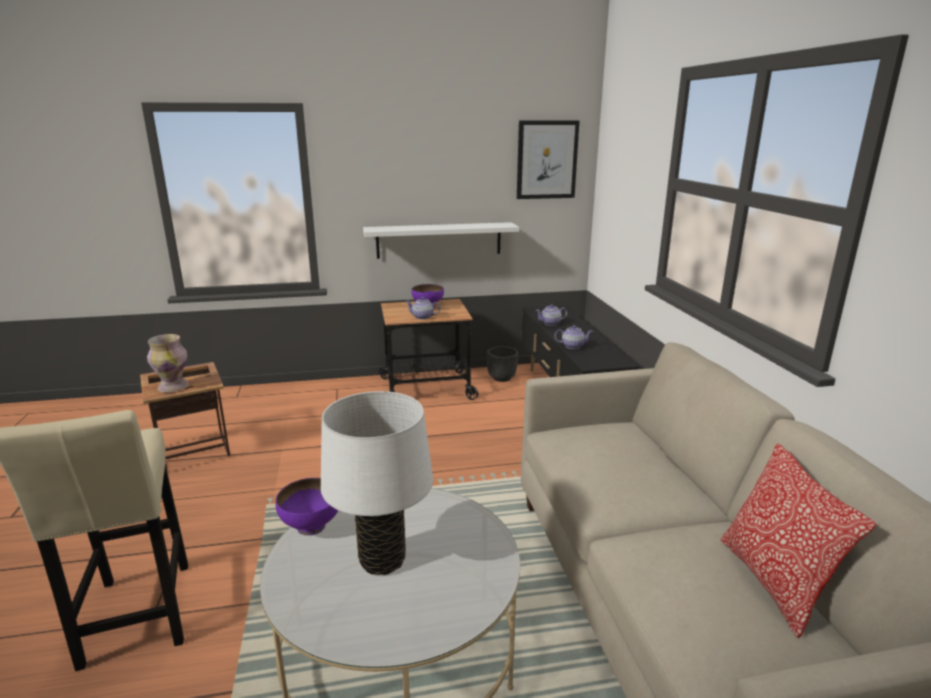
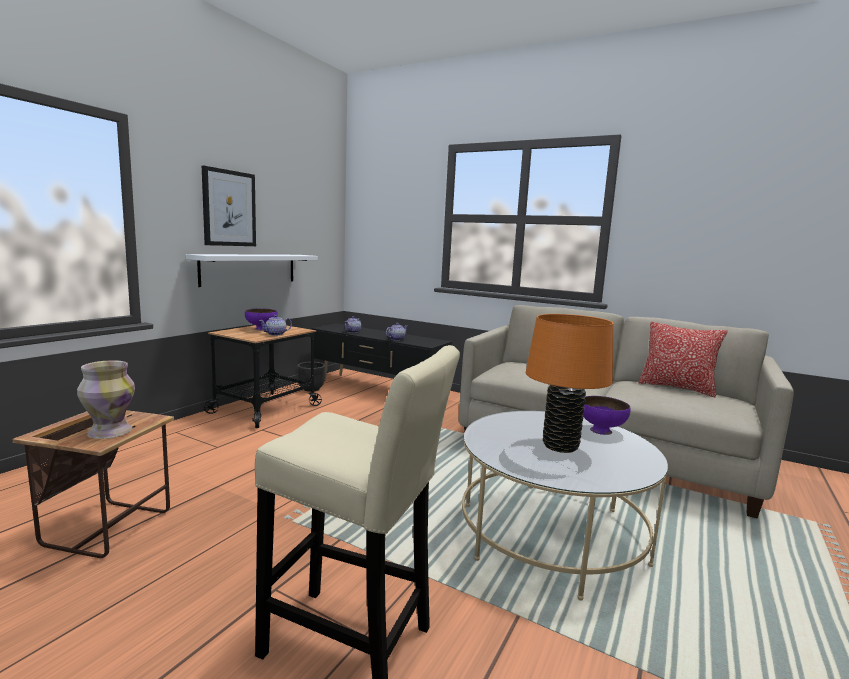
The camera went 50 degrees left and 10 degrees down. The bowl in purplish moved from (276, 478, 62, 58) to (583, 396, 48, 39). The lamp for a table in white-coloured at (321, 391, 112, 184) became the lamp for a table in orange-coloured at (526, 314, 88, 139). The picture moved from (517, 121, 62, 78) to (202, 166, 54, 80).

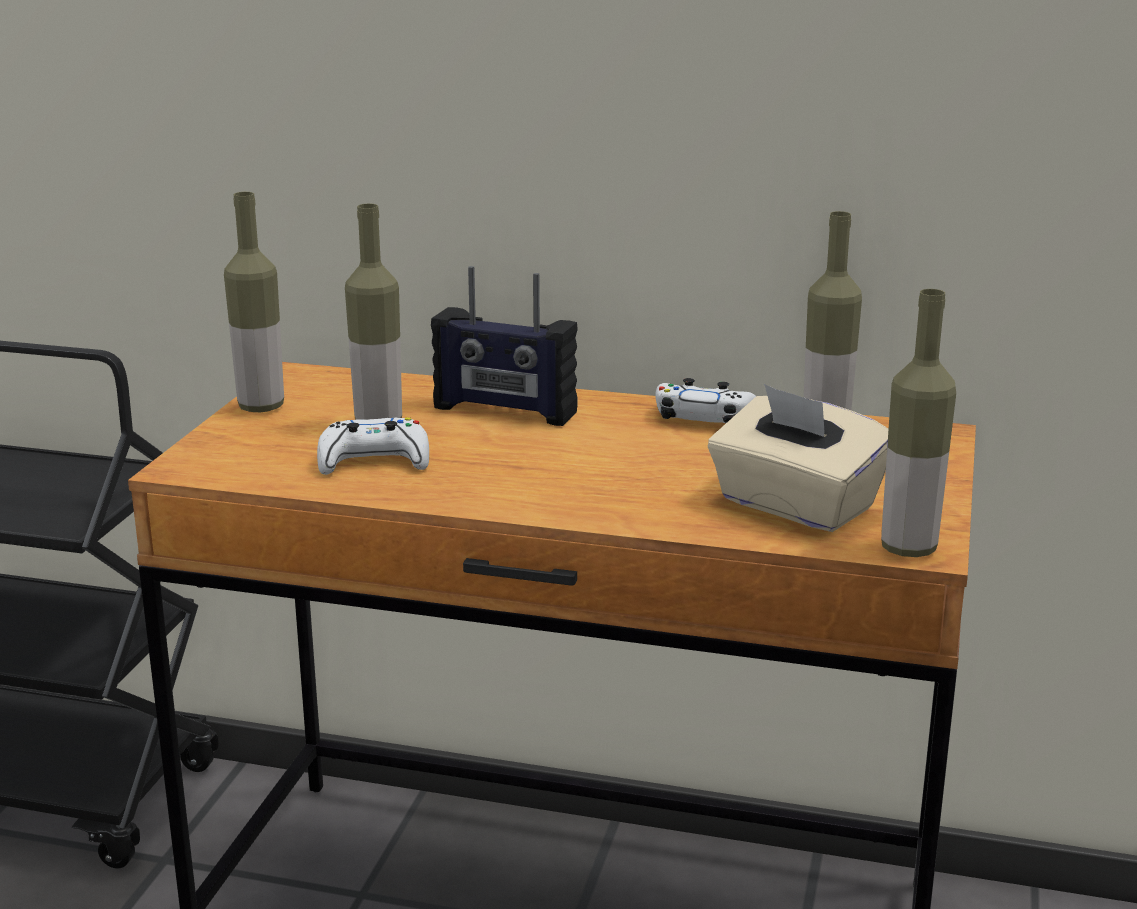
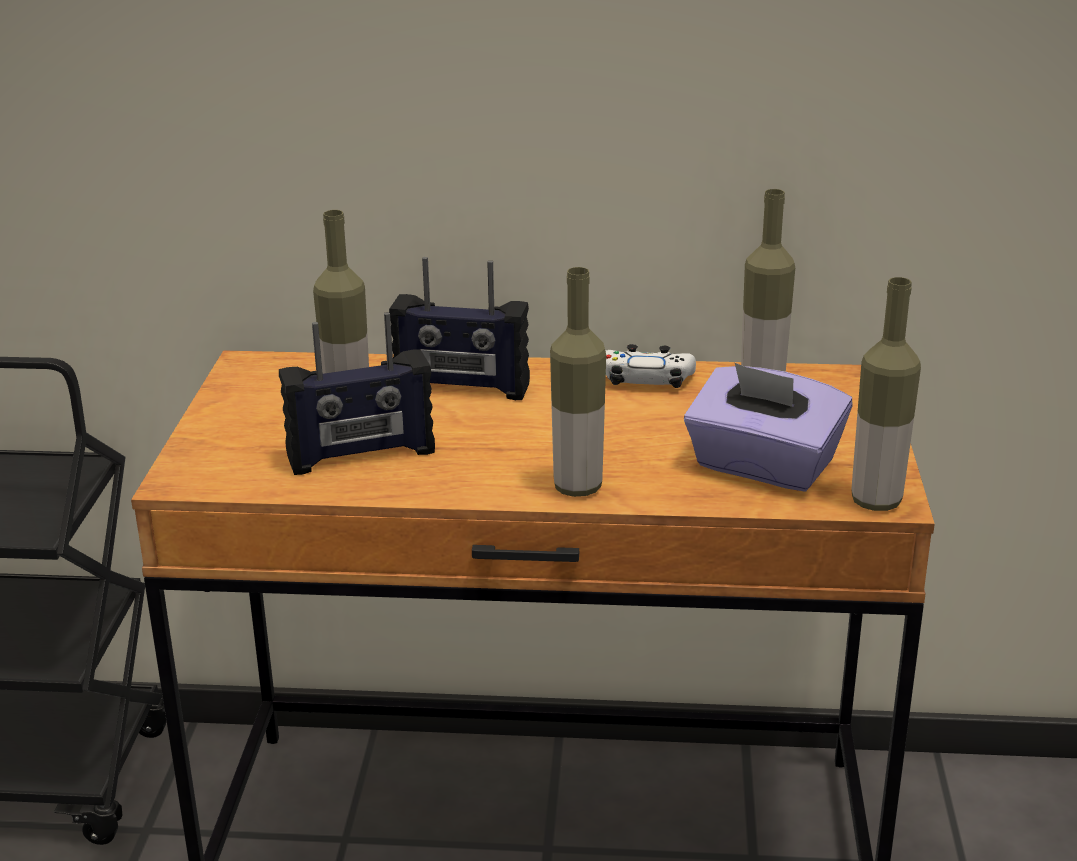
The camera went 10 degrees left and 5 degrees up. The drink bottle moved from (224, 192, 60, 220) to (550, 267, 56, 230). The gamepad in white-coloured at (317, 417, 112, 58) was replaced by the radio at (279, 312, 156, 163). The tissue box in beige at (707, 384, 181, 148) became the tissue box in purplish at (684, 363, 169, 129).

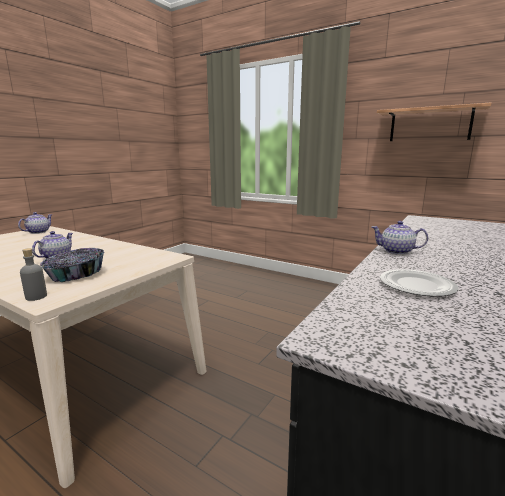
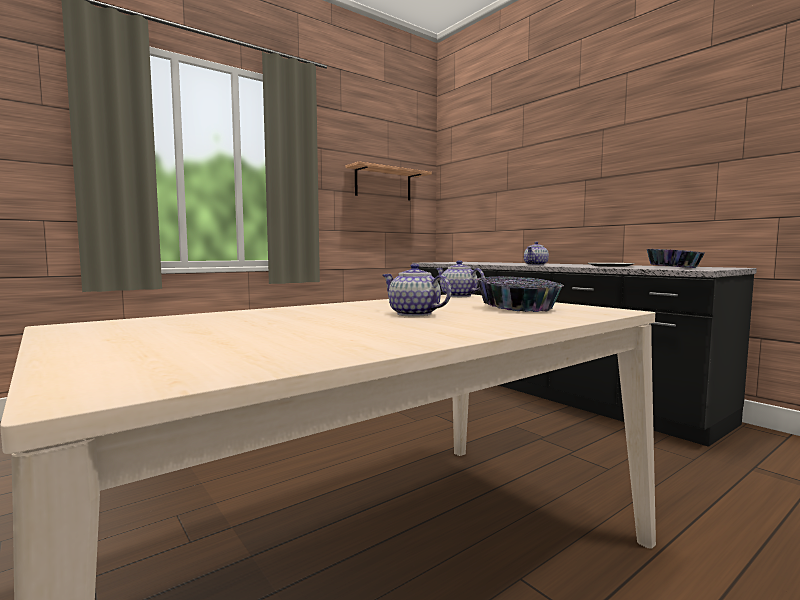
The camera went 70 degrees left and 10 degrees down. The teapot moved from (18, 212, 34, 22) to (436, 260, 49, 37). The drink bottle in greyish at (20, 248, 27, 53) disappeared. The bowl at (646, 249, 59, 19) appeared.

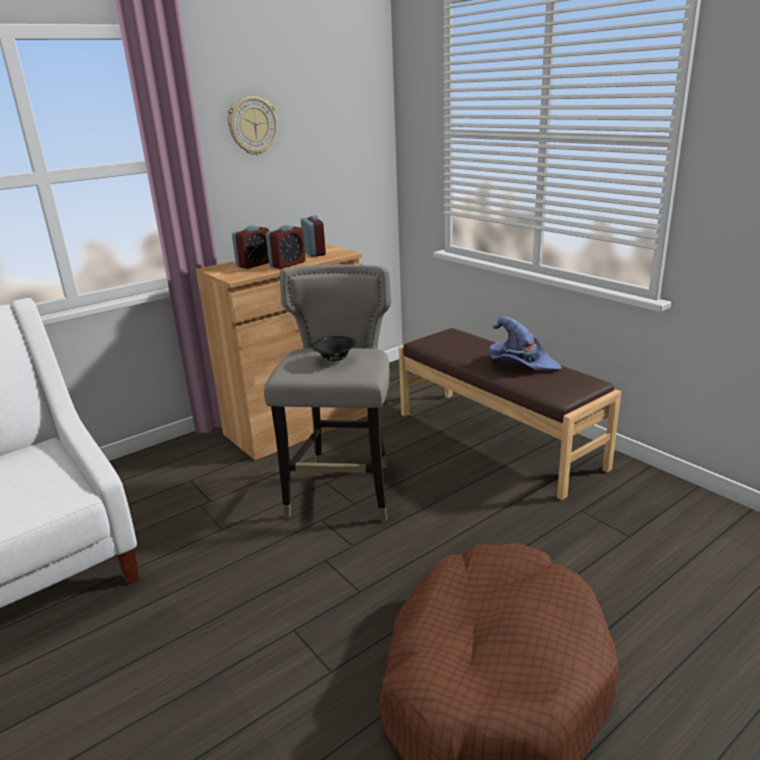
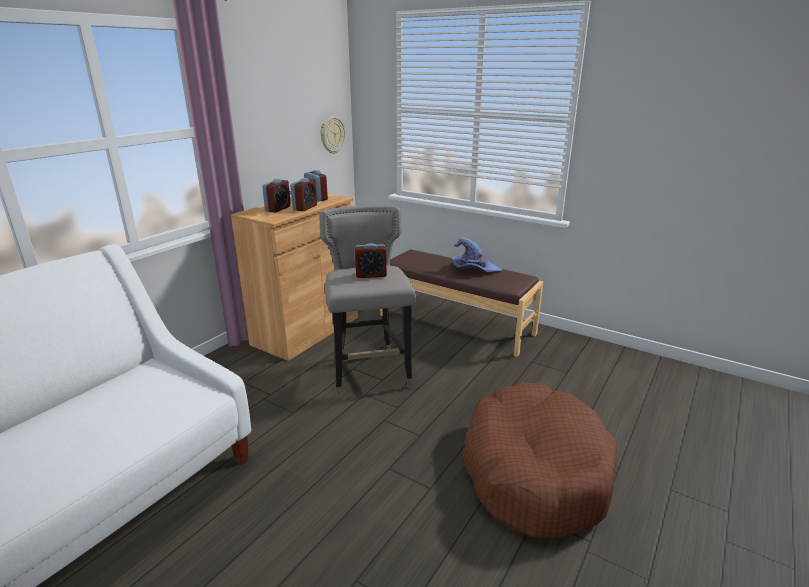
The camera went 20 degrees left and 0 degrees up. The wall clock moved from (227, 96, 51, 59) to (321, 116, 24, 38). The bowl in black at (311, 336, 45, 26) was replaced by the alarm clock at (355, 243, 32, 35).

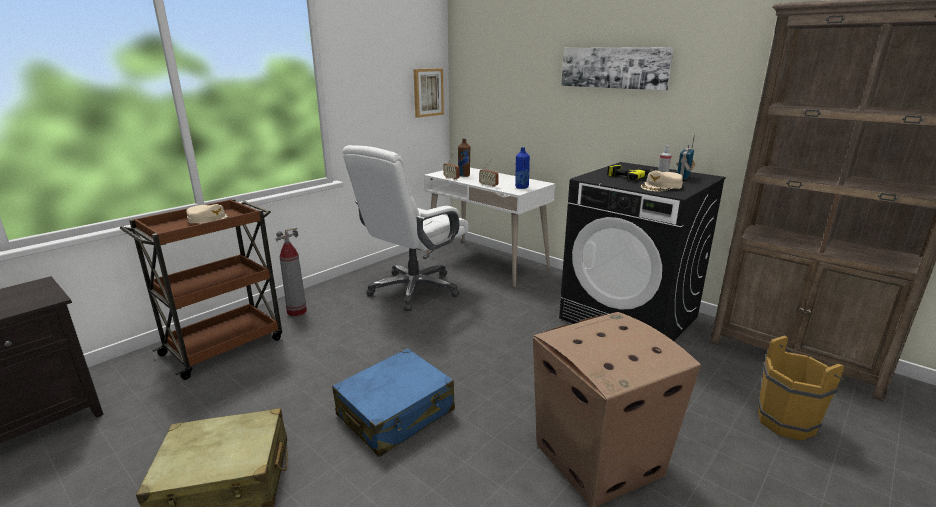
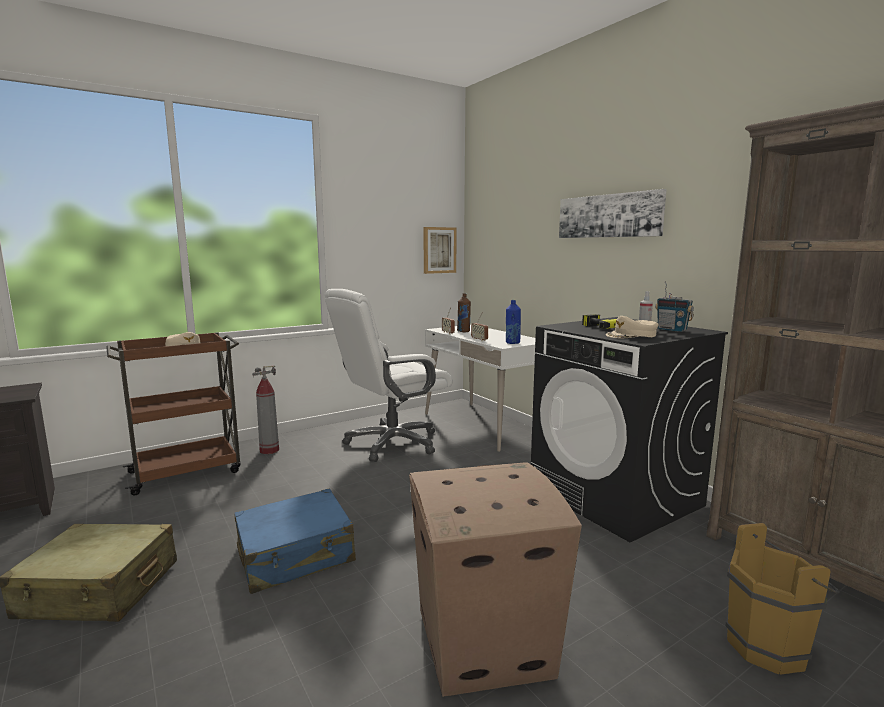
The camera went 15 degrees right and 10 degrees down. The radio at (676, 134, 20, 46) turned 90 degrees counterclockwise.

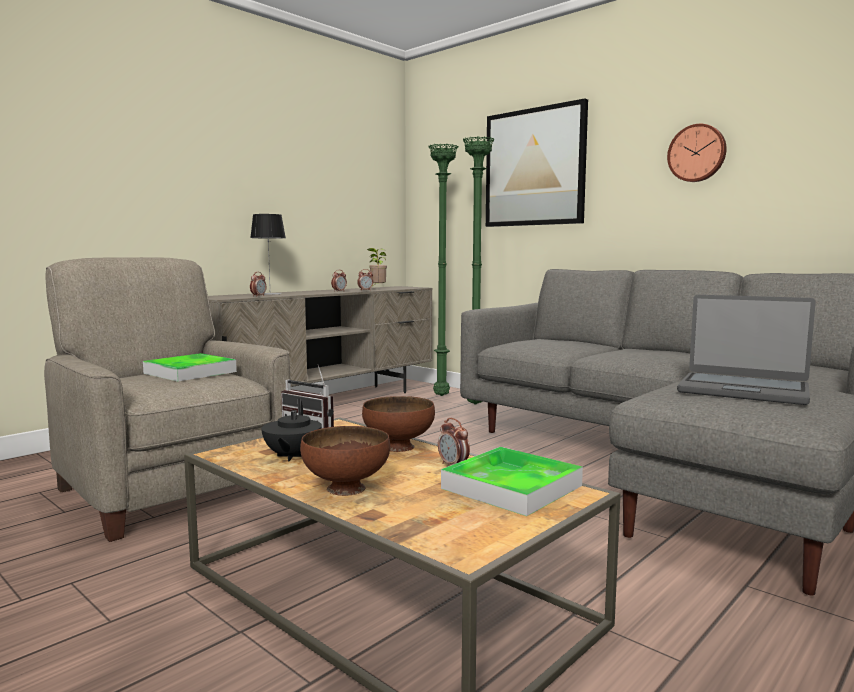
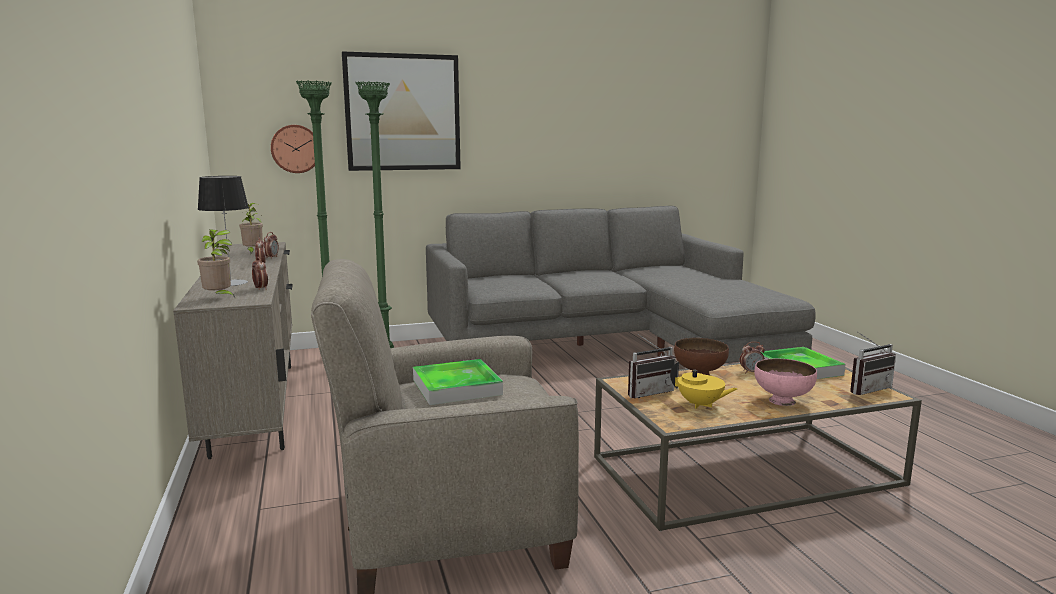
The camera went 60 degrees left and 5 degrees up. The teapot in black at (261, 399, 61, 63) became the teapot in yellow at (670, 362, 68, 47). The bowl in brown at (300, 426, 90, 70) became the bowl in pinkish at (754, 359, 63, 47). The wall clock moved from (667, 124, 59, 58) to (271, 125, 44, 48). The portable computer at (677, 295, 139, 110) disappeared. The plant in a pot at (197, 229, 39, 70) appeared. The radio at (850, 331, 46, 64) appeared.

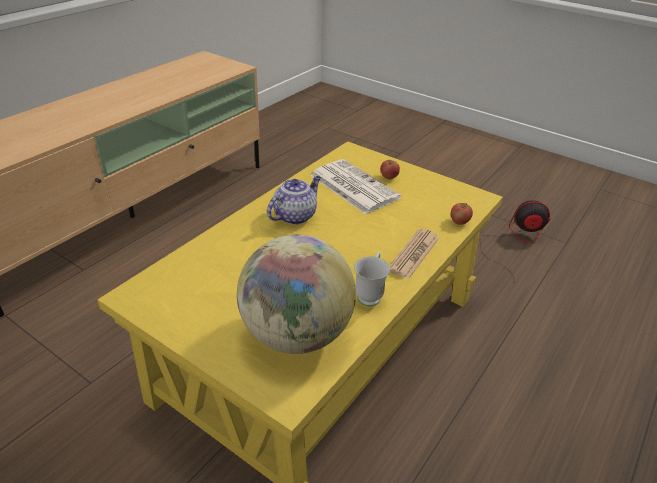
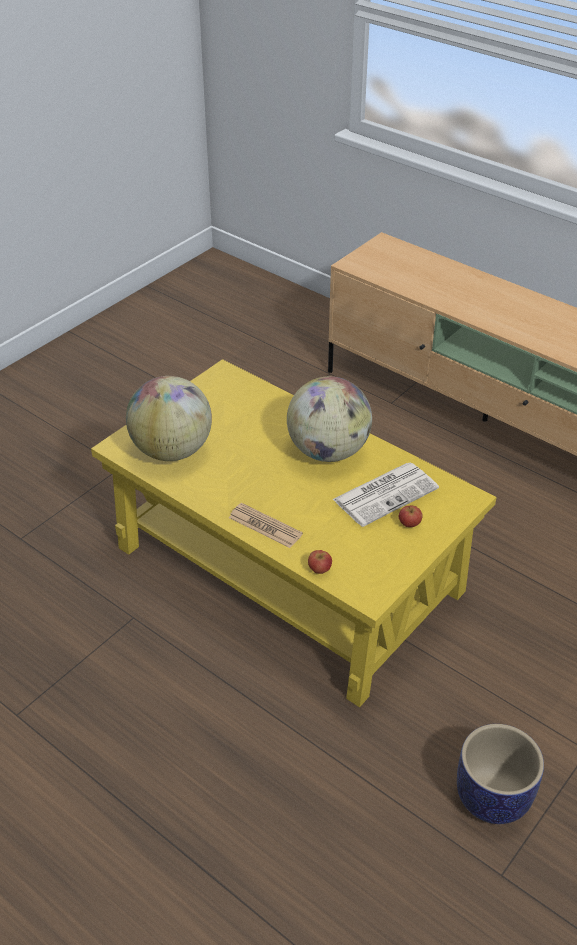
The camera went 95 degrees right and 5 degrees up. The teapot at (267, 176, 54, 49) was replaced by the desk globe at (287, 376, 85, 86). The mug in white-coloured at (354, 252, 36, 54) disappeared. The electric fan at (480, 200, 70, 83) was replaced by the planter at (457, 724, 87, 100).

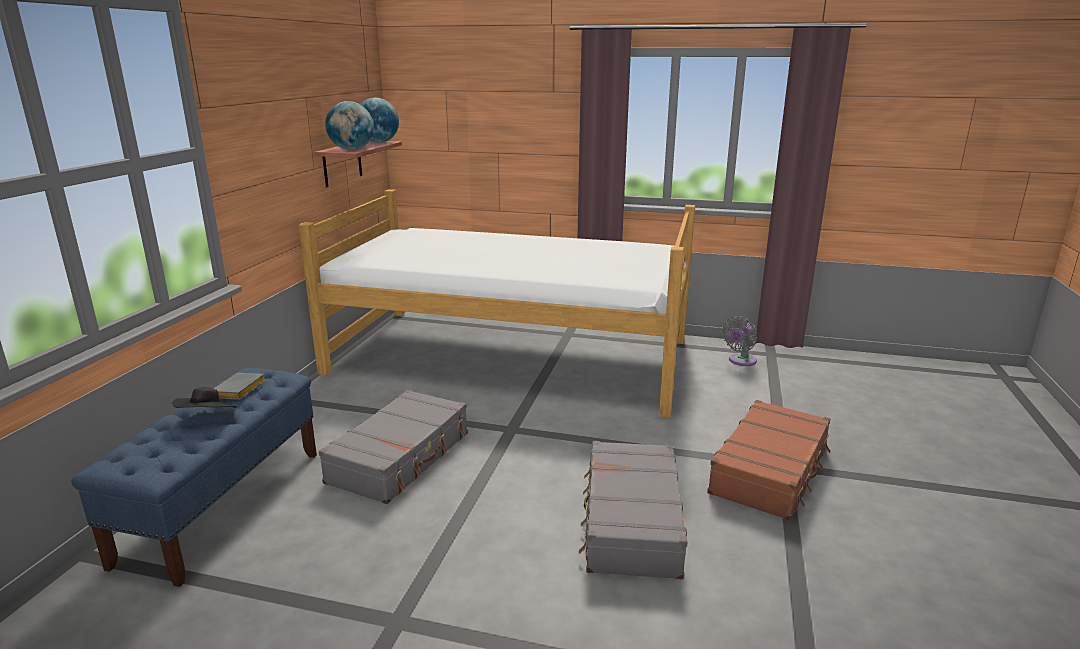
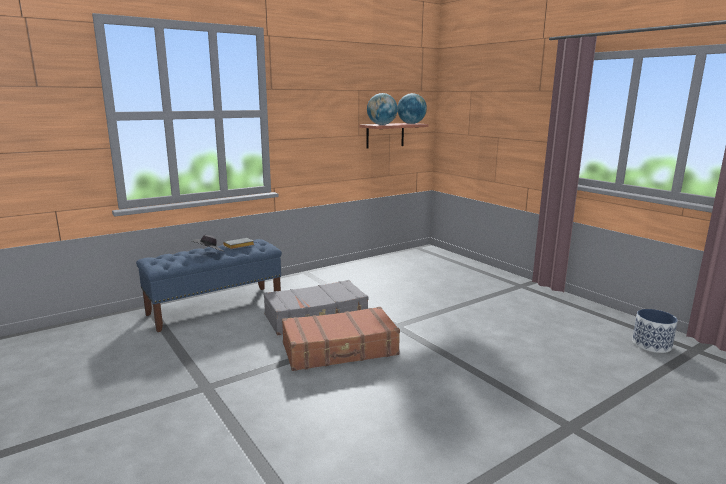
The camera went 40 degrees right and 5 degrees down. The bed at (298, 189, 397, 229) disappeared. The piece of luggage in greyish at (579, 441, 109, 138) disappeared. The piece of luggage in brown moved from (707, 400, 123, 121) to (282, 307, 118, 64). The electric fan in greyish at (723, 316, 34, 50) was replaced by the planter at (632, 309, 46, 44).

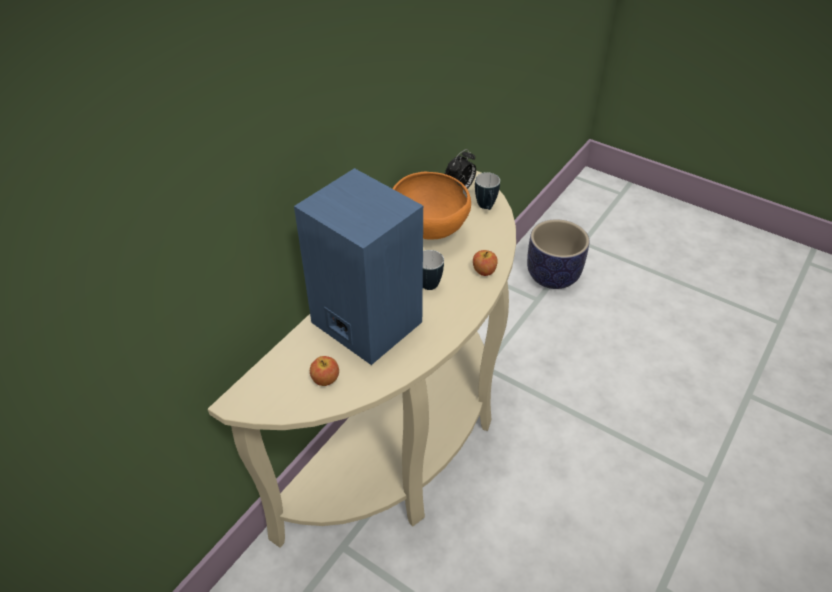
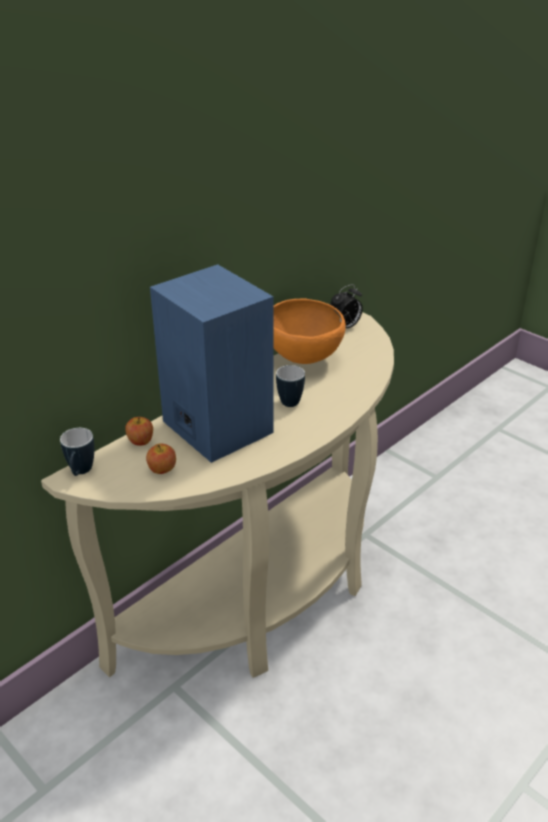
The camera went 10 degrees right and 10 degrees down. The apple fruit moved from (473, 250, 25, 26) to (125, 417, 28, 29). The mug moved from (475, 172, 25, 38) to (60, 428, 34, 48). The planter at (527, 219, 63, 70) disappeared.

